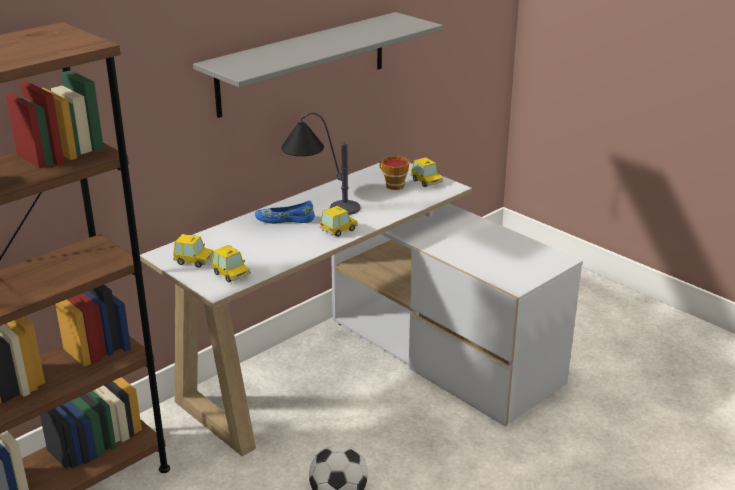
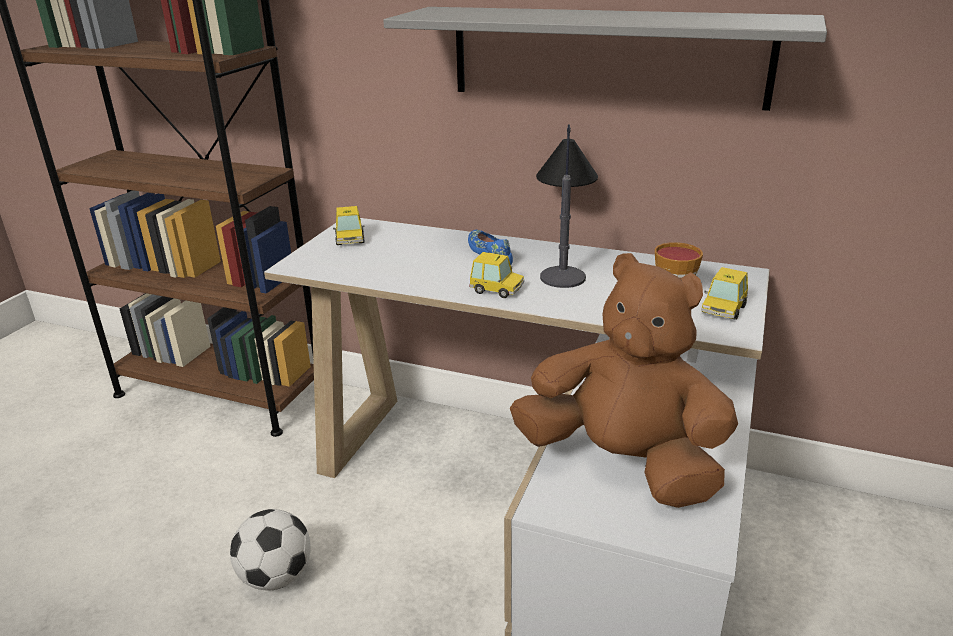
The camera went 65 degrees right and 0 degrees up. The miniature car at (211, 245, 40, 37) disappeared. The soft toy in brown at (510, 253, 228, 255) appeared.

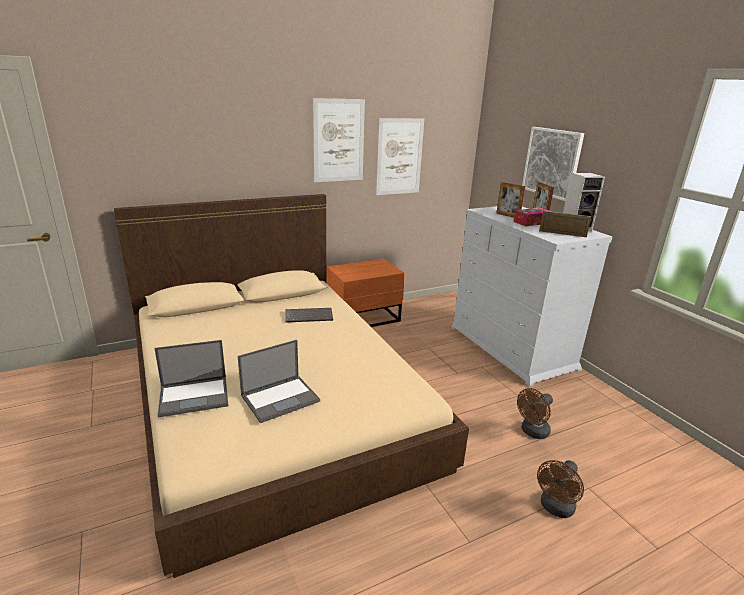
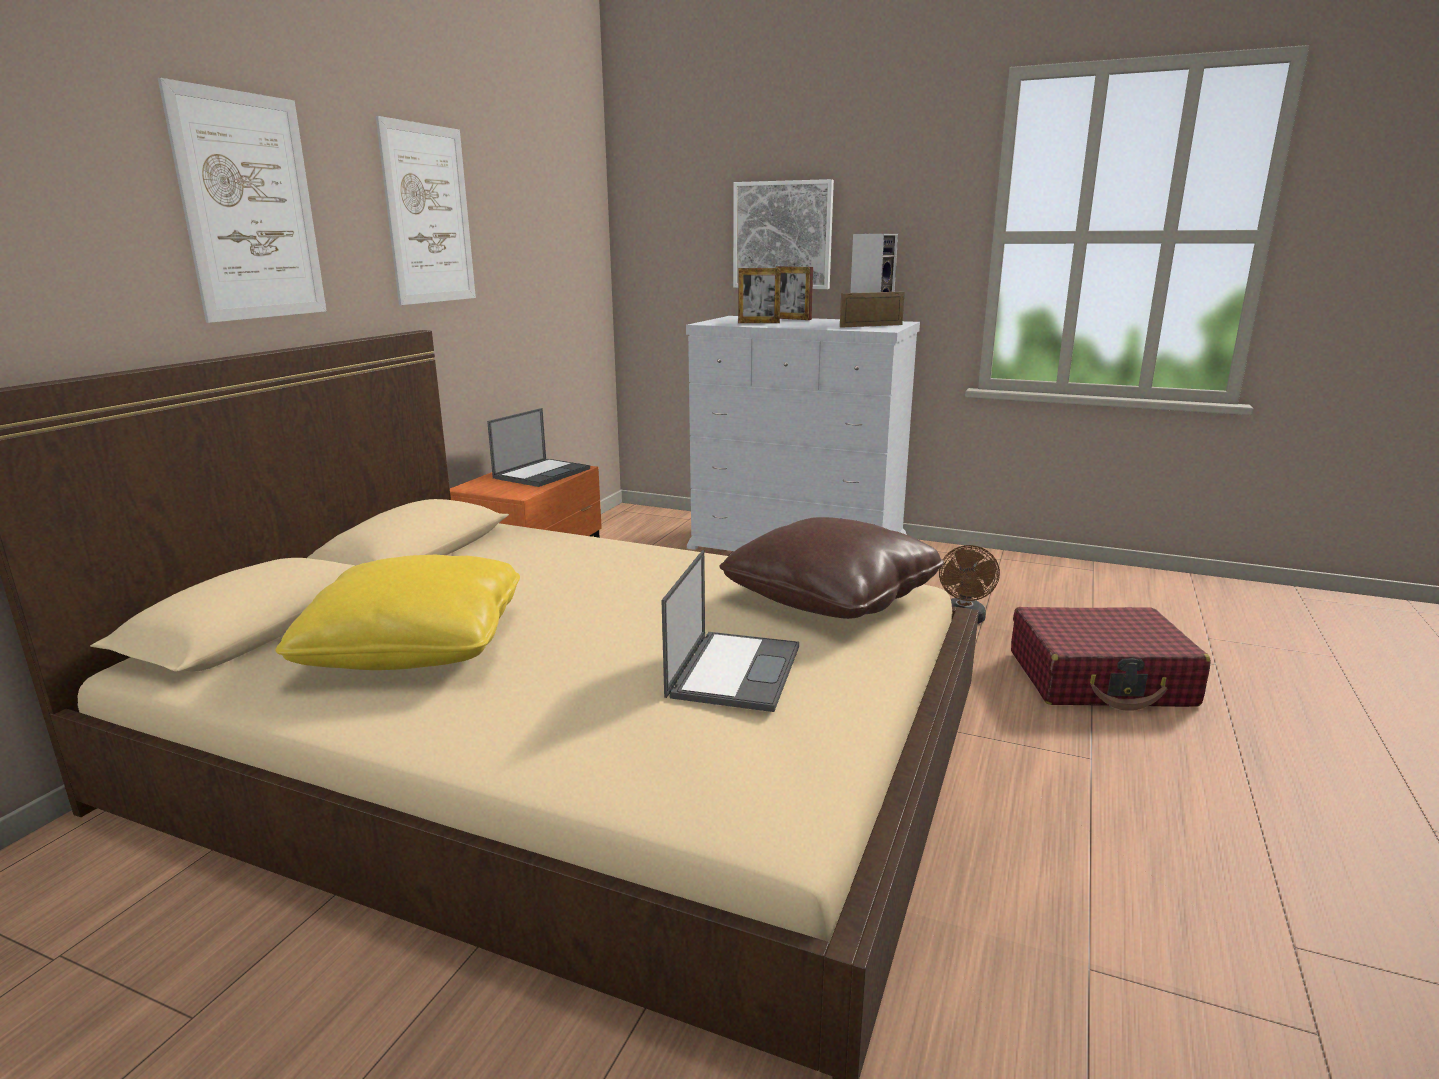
The camera went 40 degrees left and 5 degrees down. The portable computer moved from (154, 340, 74, 78) to (487, 408, 103, 79). The keyboard at (285, 308, 48, 15) disappeared. The picture moved from (376, 118, 48, 77) to (158, 78, 168, 245). The tissue box at (513, 208, 40, 18) disappeared. The electric fan in brown at (537, 460, 47, 58) was replaced by the piece of luggage in reddish at (1011, 607, 200, 104). The throw pillow in yellow at (276, 555, 244, 115) appeared. The throw pillow in brown at (719, 517, 225, 102) appeared.

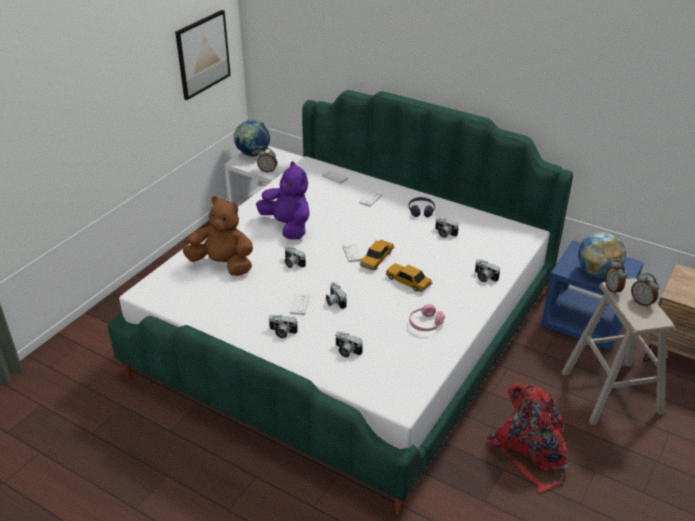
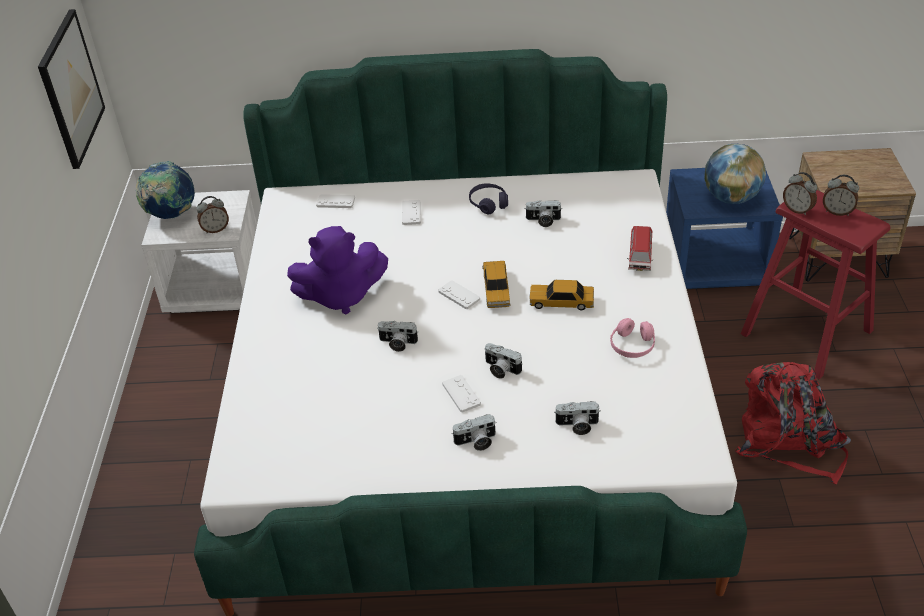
The camera went 30 degrees left and 5 degrees up. The soft toy in brown at (183, 196, 70, 80) disappeared. The soft toy in purplish at (256, 161, 53, 78) turned 150 degrees clockwise. The photo camera at (475, 259, 25, 23) was replaced by the miniature car at (627, 226, 26, 45). The sitting stool in beige at (562, 278, 113, 147) became the sitting stool in reddish at (741, 190, 149, 189).

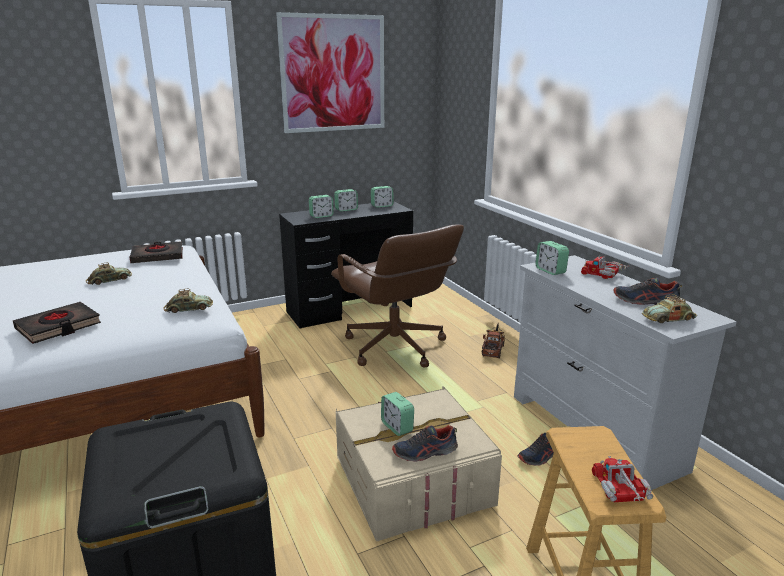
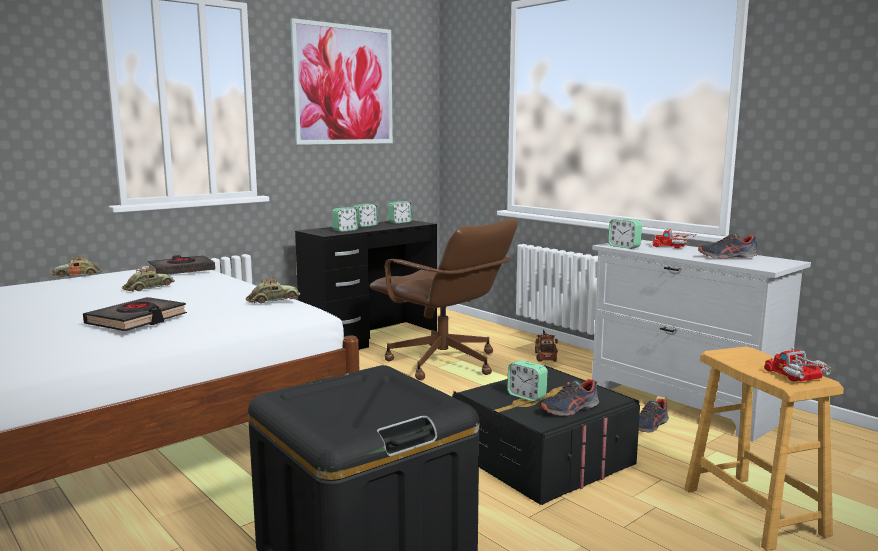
The camera went 15 degrees left and 10 degrees down. The storage container in beige at (336, 386, 166, 155) became the storage container in black at (452, 366, 188, 139). The miniature car moved from (642, 295, 55, 28) to (51, 256, 51, 21).

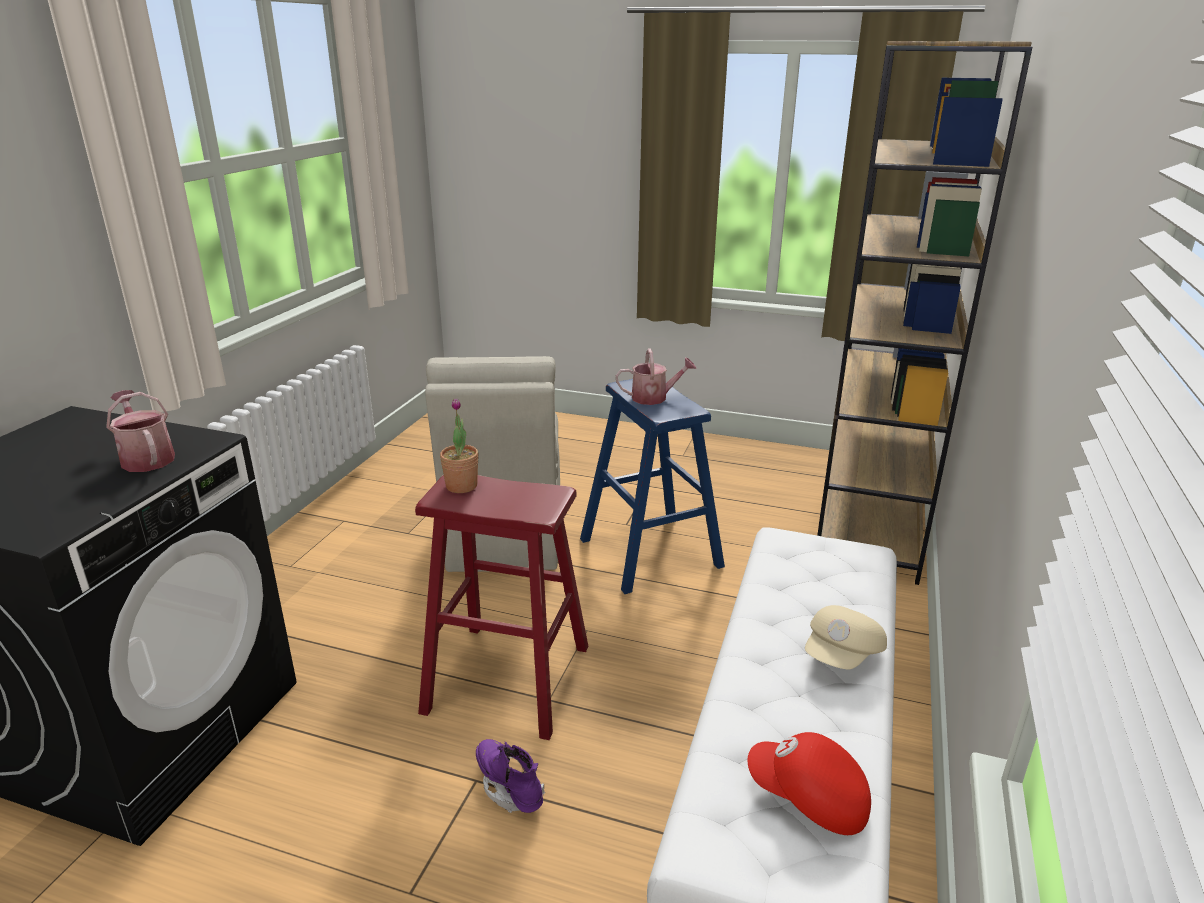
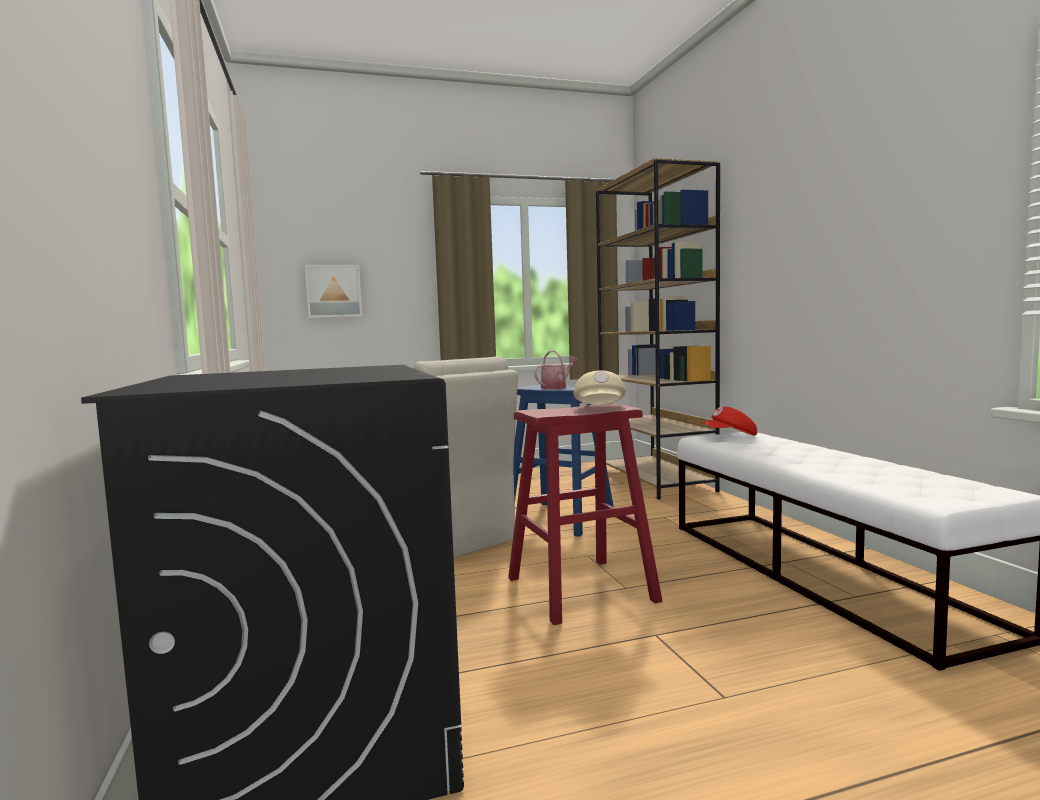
The camera went 35 degrees left and 20 degrees down. The watering can at (106, 390, 69, 82) disappeared. The plant in a pot at (440, 398, 39, 95) disappeared. The boot in purplish at (476, 739, 69, 74) disappeared. The baseball cap in reddish moved from (748, 732, 123, 103) to (701, 407, 56, 28). The baseball cap in beige moved from (805, 605, 82, 64) to (574, 371, 52, 34). The picture at (305, 265, 57, 53) appeared.

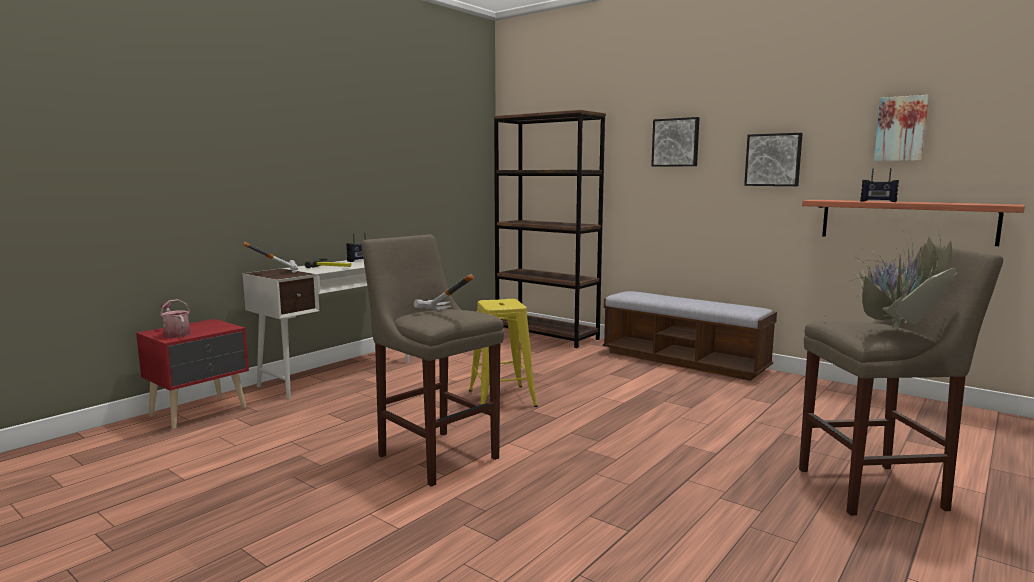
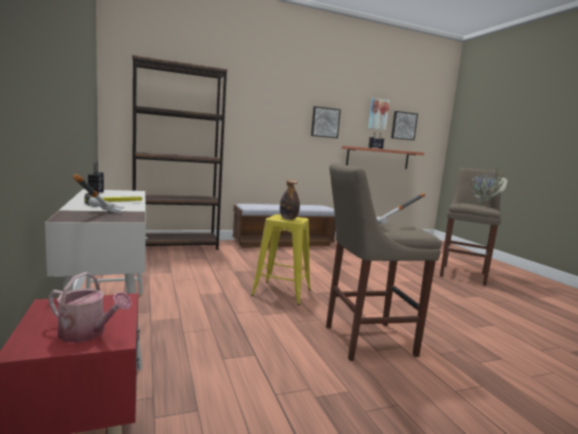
The camera went 60 degrees left and 0 degrees up. The watering can at (160, 299, 31, 39) turned 150 degrees counterclockwise. The picture moved from (651, 117, 48, 50) to (391, 111, 27, 29). The drink bottle at (280, 180, 20, 40) appeared.

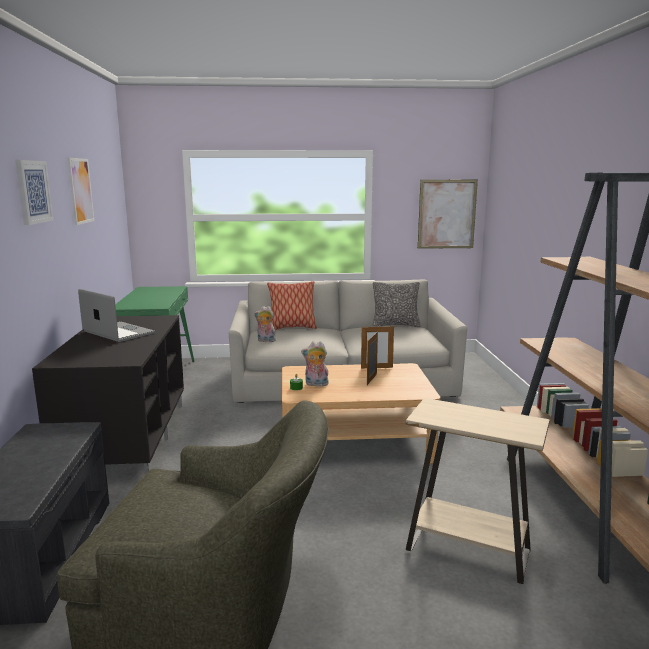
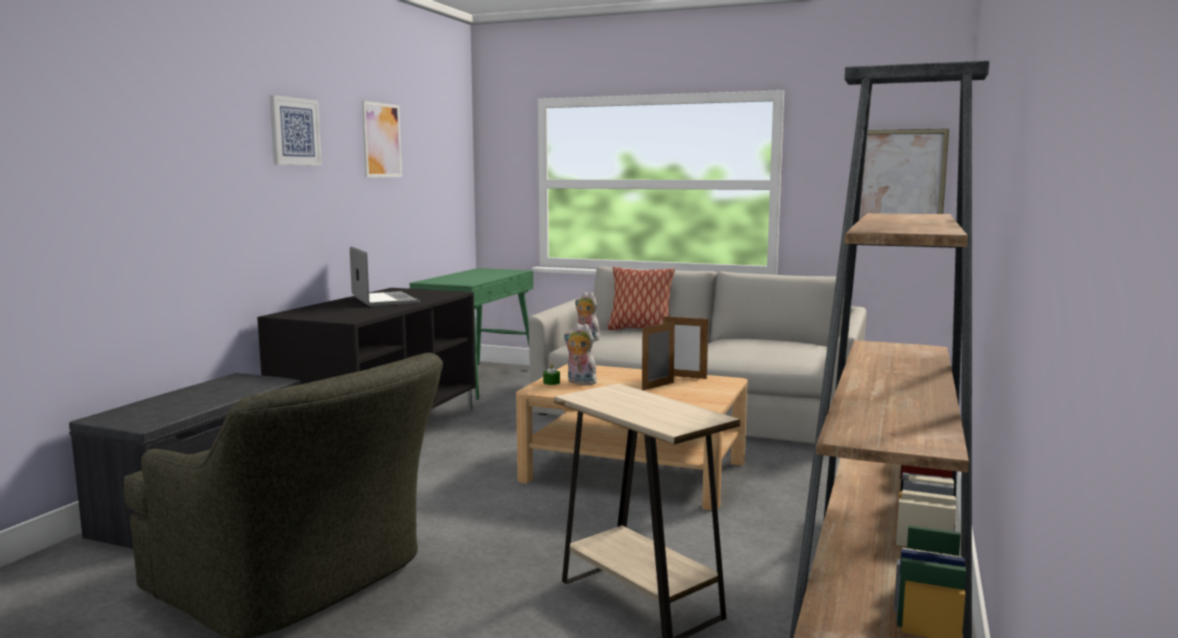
The camera went 25 degrees right and 5 degrees down. The throw pillow at (373, 282, 47, 45) disappeared.

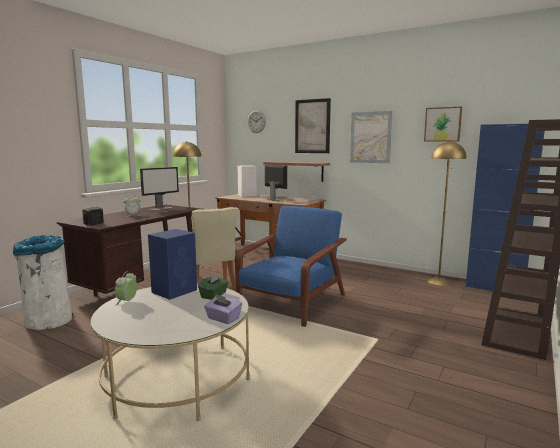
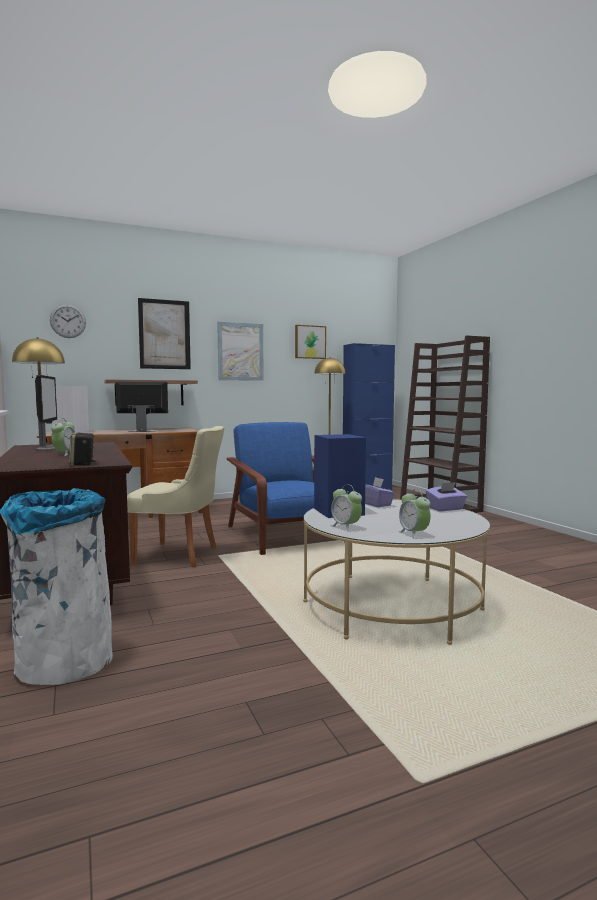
The camera went 55 degrees left and 5 degrees down. The tissue box in green at (198, 273, 30, 27) became the tissue box in purplish at (365, 477, 30, 30). The alarm clock at (398, 489, 33, 50) appeared.

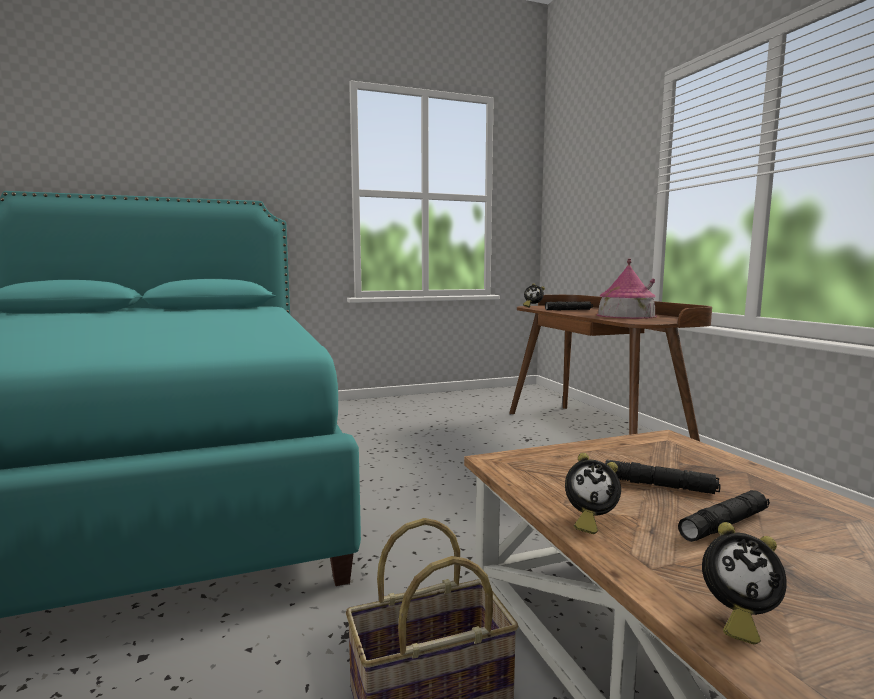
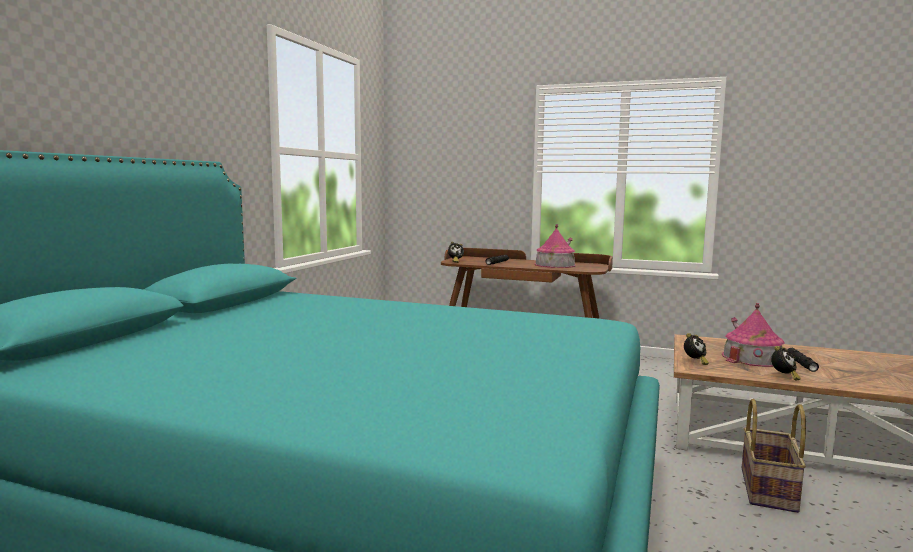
The camera went 50 degrees left and 0 degrees up. The torch in black at (605, 460, 116, 34) was replaced by the miniature house at (722, 303, 63, 64). The alarm clock moved from (702, 522, 85, 122) to (684, 333, 25, 32).

